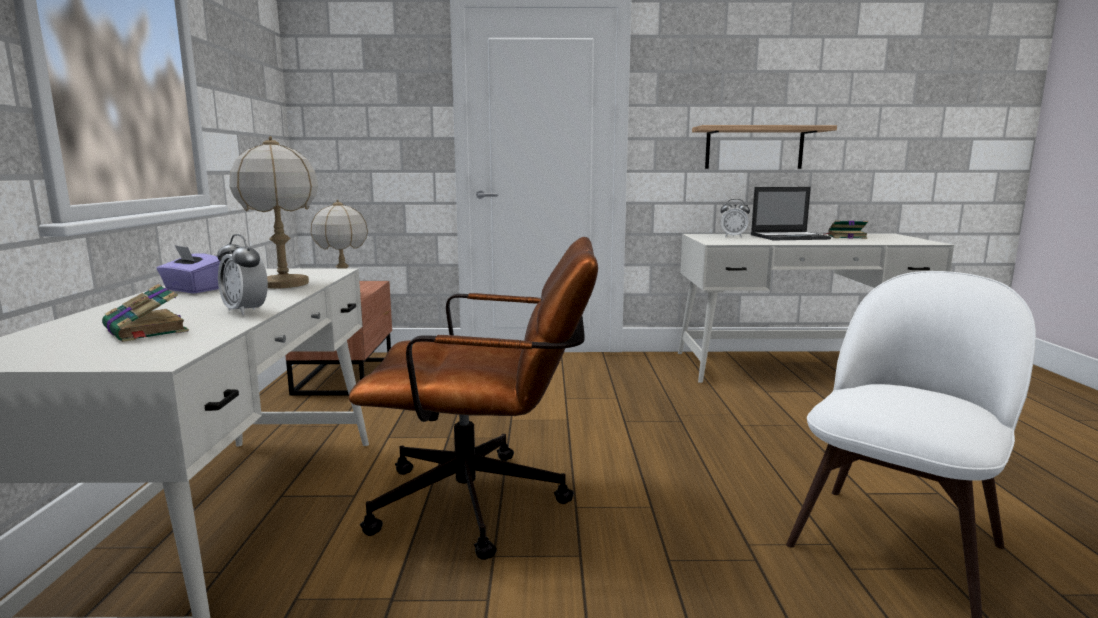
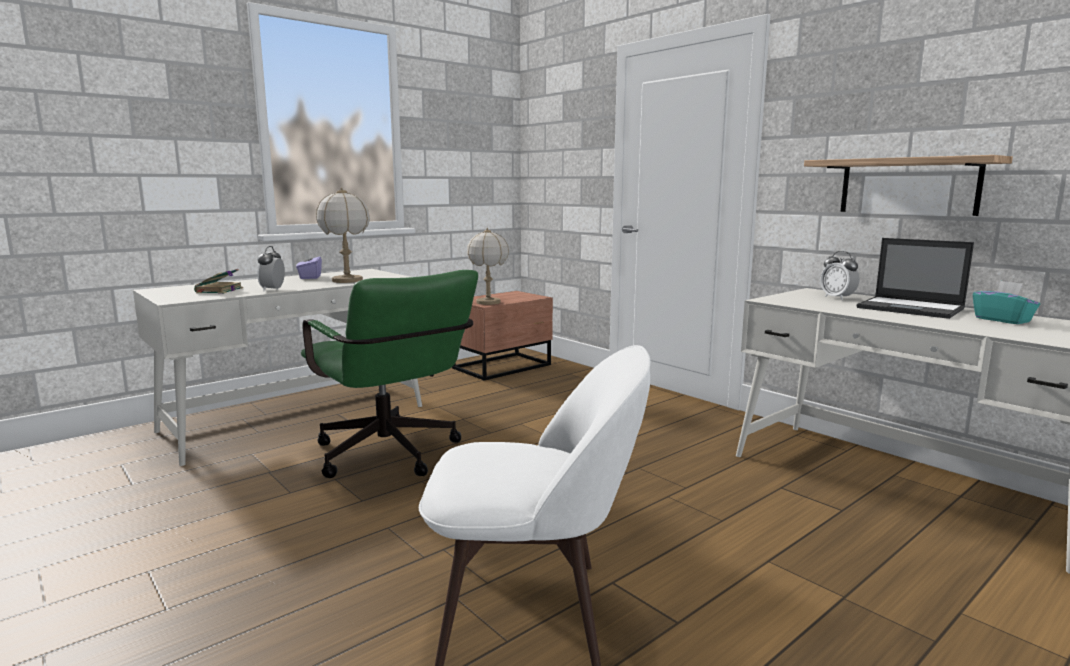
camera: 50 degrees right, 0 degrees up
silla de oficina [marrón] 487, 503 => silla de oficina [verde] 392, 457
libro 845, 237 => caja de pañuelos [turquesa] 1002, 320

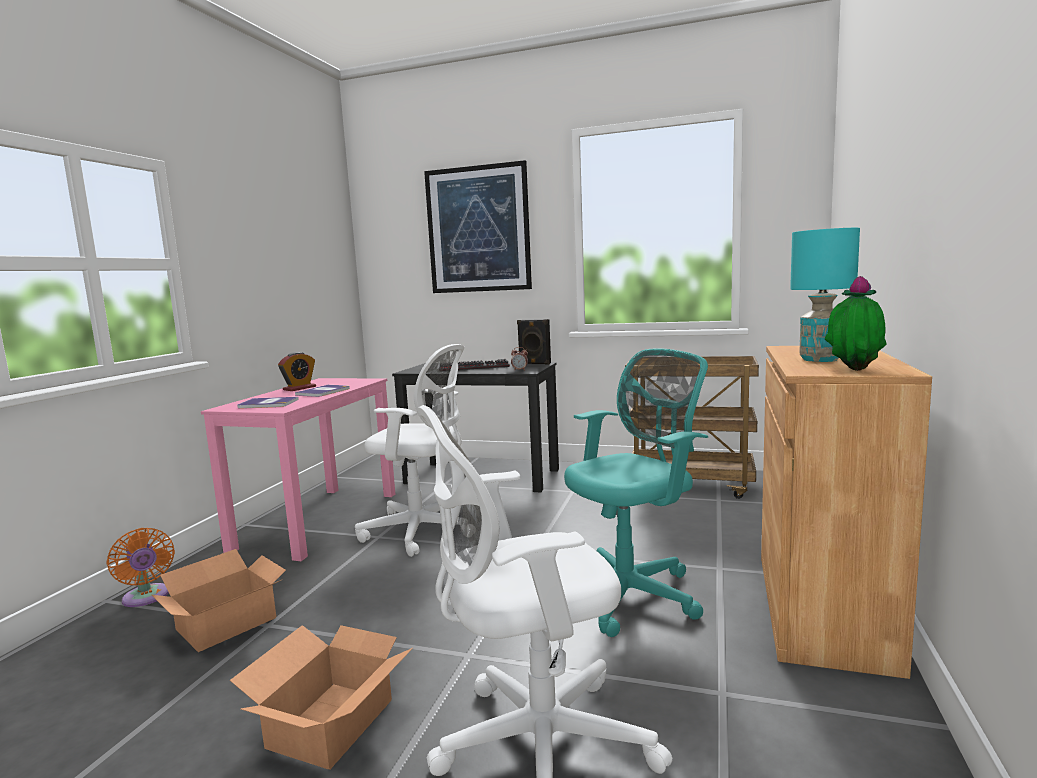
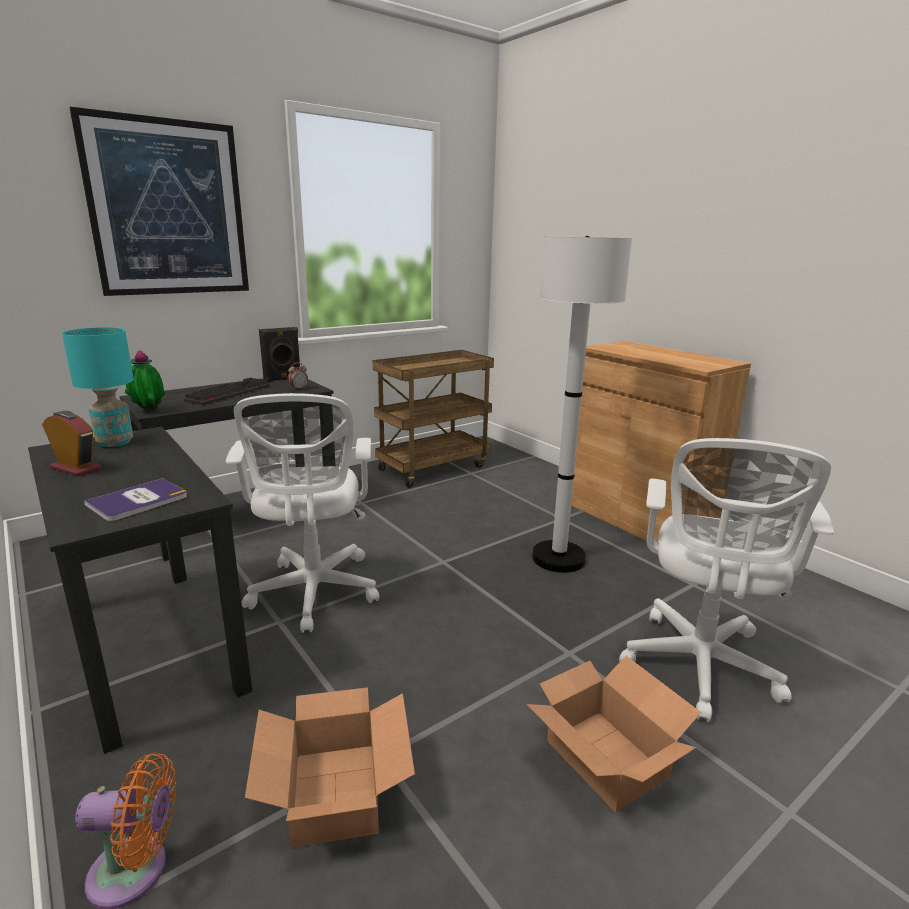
camera: 55 degrees left, 10 degrees up
escritorio [rosa] 318, 520 => escritorio [negro] 152, 645
despertador 299, 388 => despertador 76, 468, 45 degrees counterclockwise
lámpara de mesa [turquesa] 821, 360 => lámpara de mesa [turquesa] 116, 442, shifted
planta en maceta 853, 371 => planta en maceta 148, 411, shifted
silla de oficina [blanco] 422, 531 => silla de oficina [blanco] 314, 594, 120 degrees clockwise
silla de oficina [turquesa] 631, 594 => lámpara de pie [blanco] 558, 558
libro 323, 391 => nothing

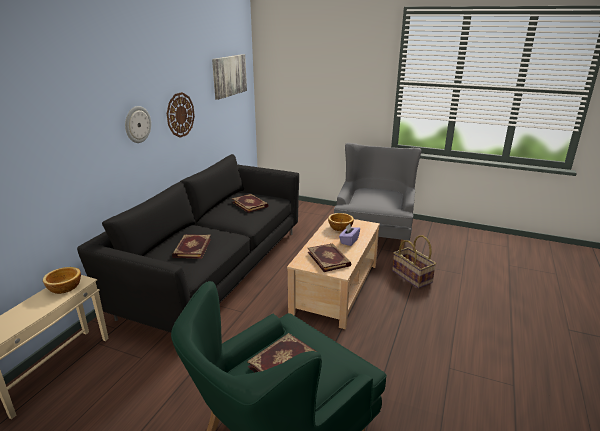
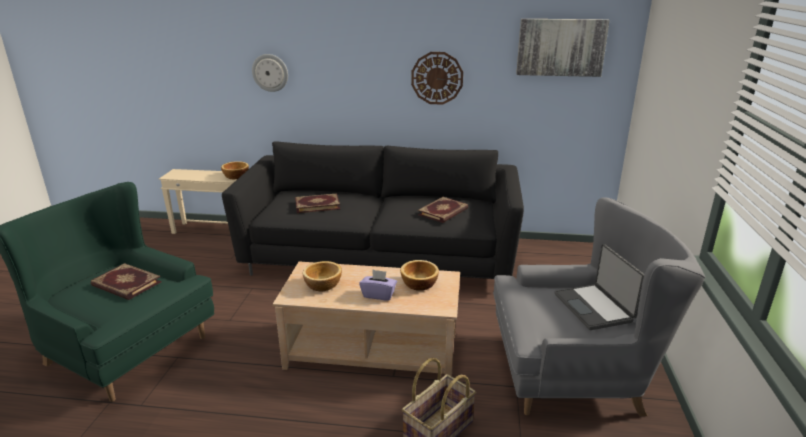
camera: 75 degrees right, 0 degrees up
reloj de pared 137, 124 => reloj de pared 270, 72, shifted
libro 329, 259 => cuenco 323, 285
nothing => portátil 594, 307

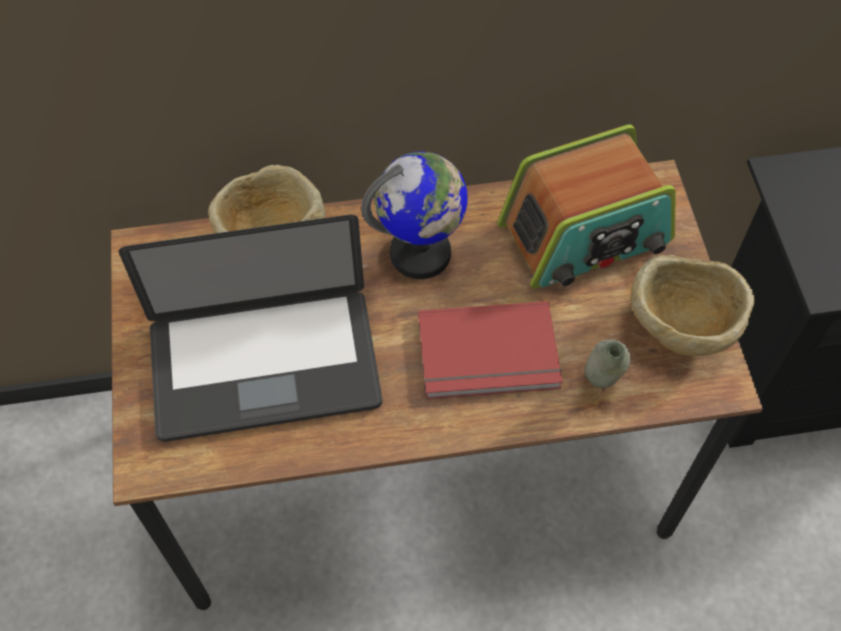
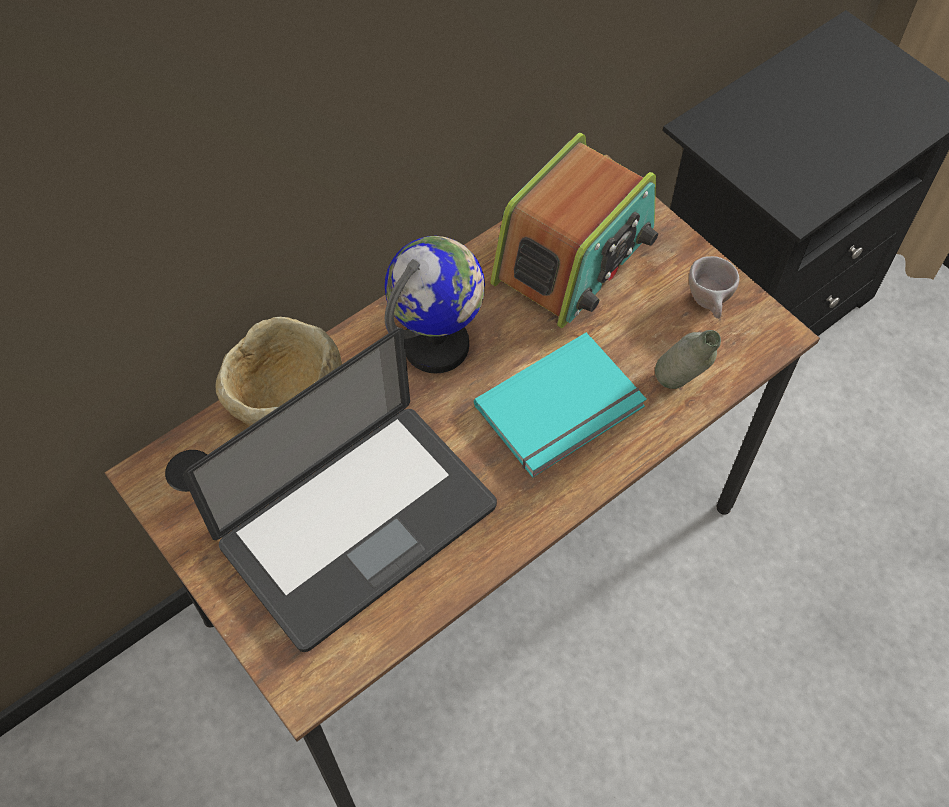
camera: 30 degrees left, 0 degrees up
libro [rojo] 489, 356 => libro [turquesa] 563, 409
cuenco [beis] 679, 330 => taza [beis] 709, 304

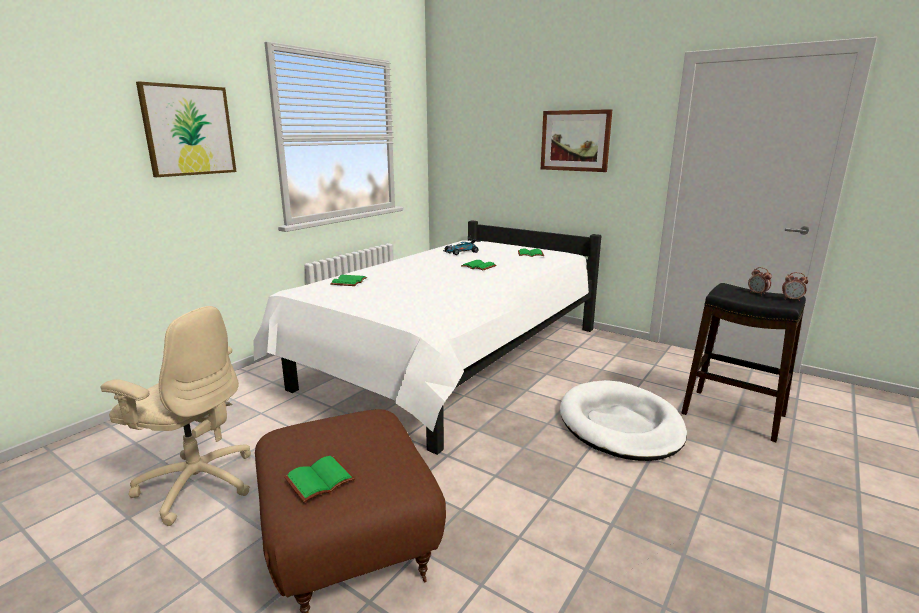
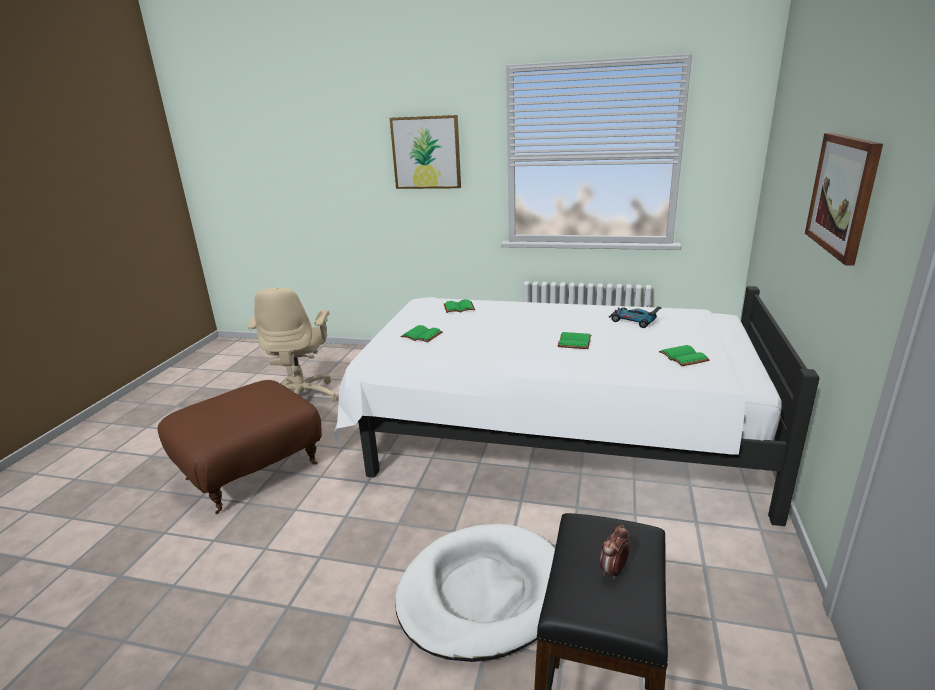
camera: 70 degrees right, 5 degrees up
libro [verde] 319, 481 => libro [verde] 420, 336, shifted
despertador 792, 299 => nothing

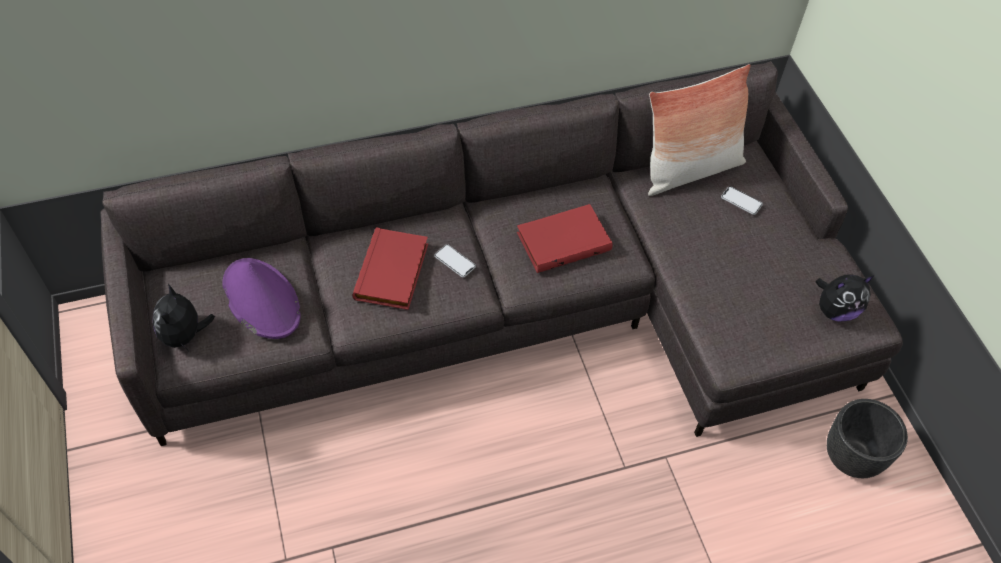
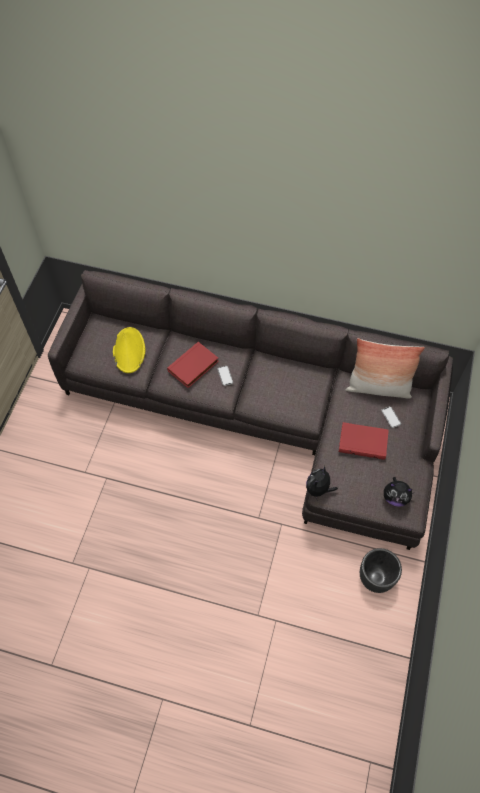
camera: 35 degrees right, 5 degrees up
sombrero [morado] 261, 299 => sombrero [amarillo] 129, 350
peluche 185, 335 => peluche 318, 489, shifted
libro [rojo] 563, 240 => libro [rojo] 363, 441, shifted

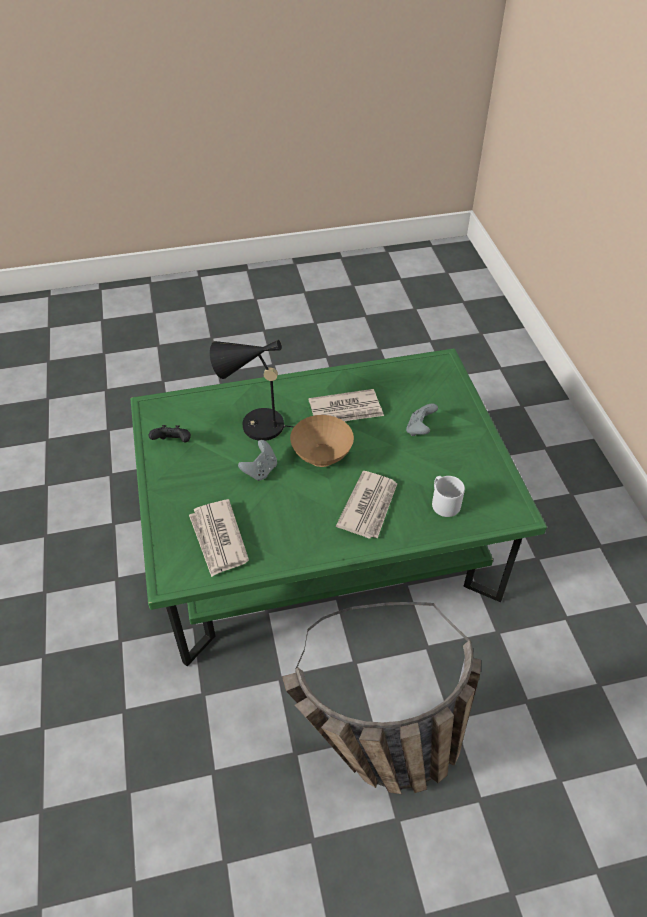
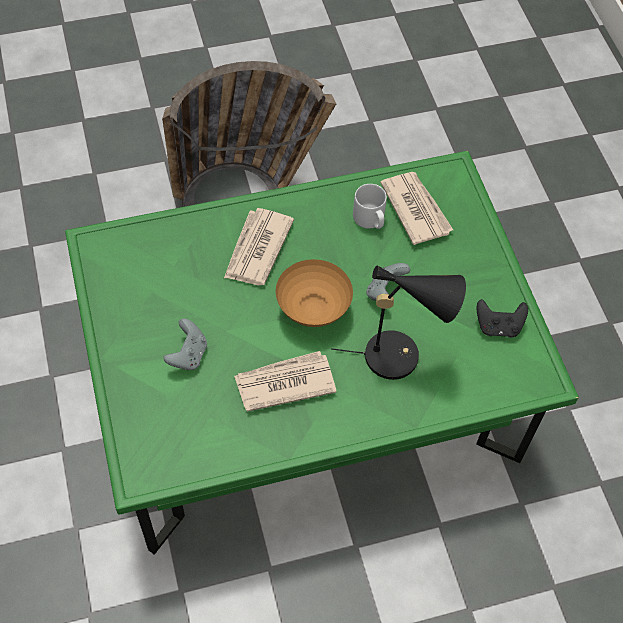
camera: 175 degrees right, 10 degrees up
taza grande [gris] 444, 503 => taza grande [gris] 370, 220, shifted

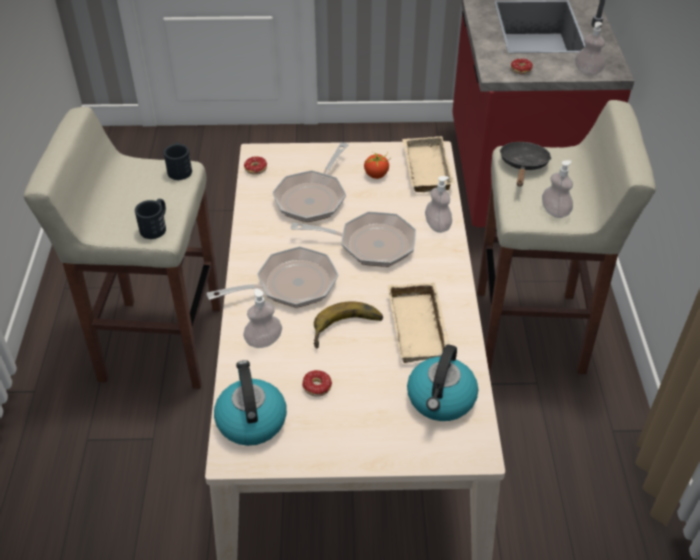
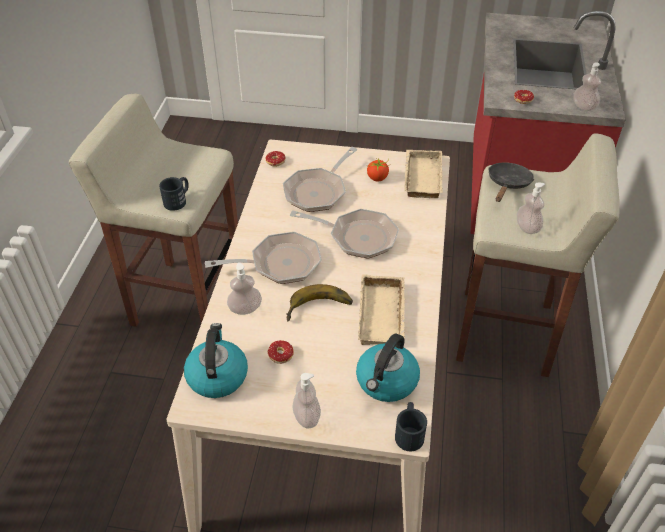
camera: 10 degrees right, 0 degrees up
dispensador de jabón 437, 226 => dispensador de jabón 306, 416, shifted
taza grande [negro] 179, 168 => taza grande [negro] 409, 432, shifted

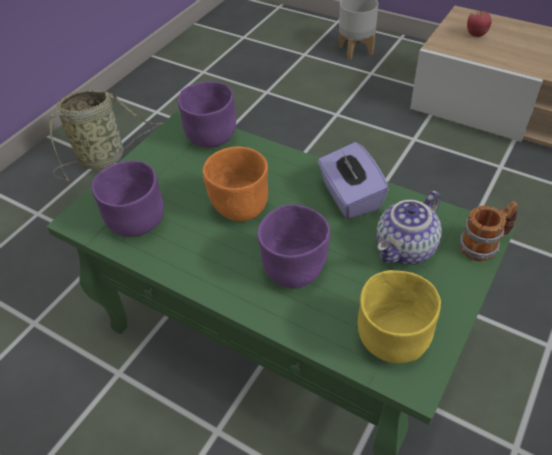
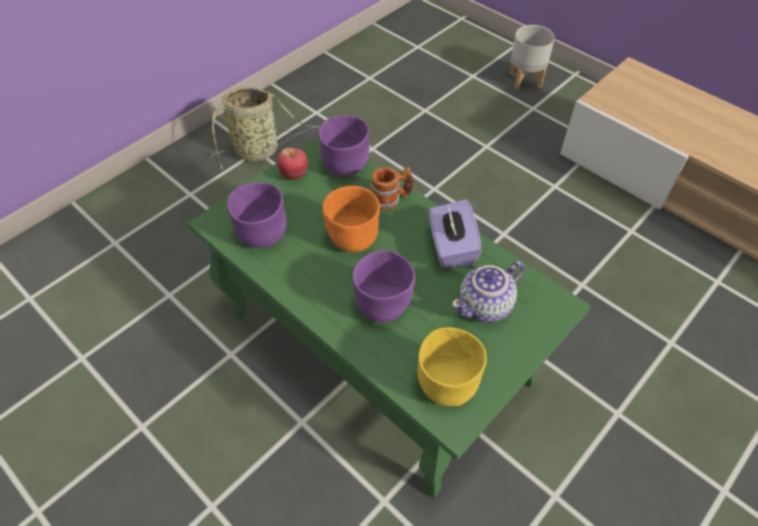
camera: 10 degrees right, 5 degrees up
manzana 476, 34 => manzana 294, 175, shifted
taza grande 484, 245 => taza grande 391, 199, shifted

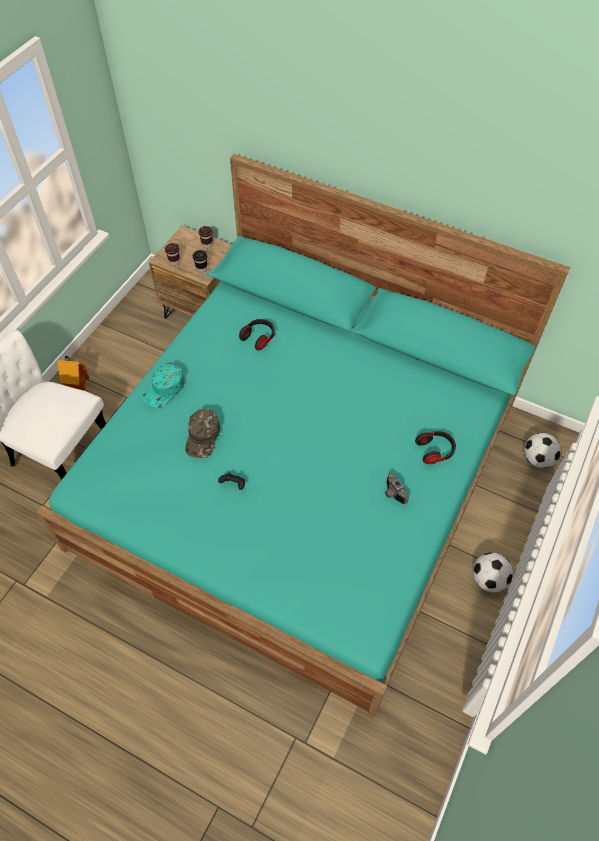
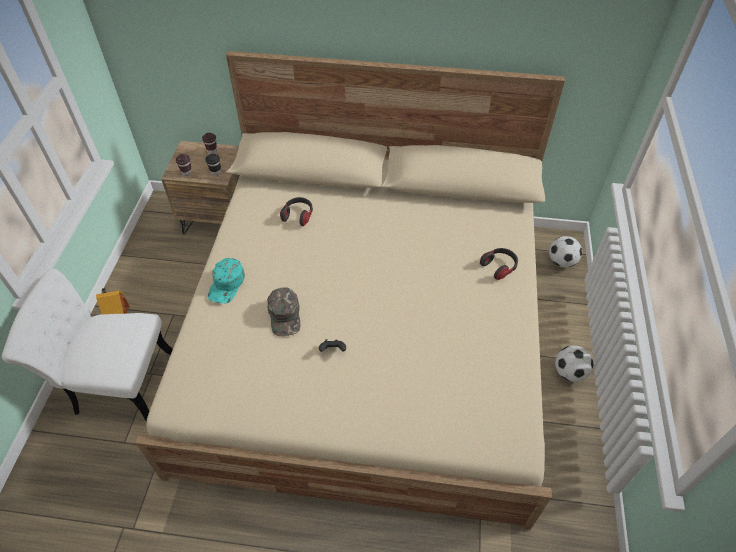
camera: 20 degrees left, 5 degrees down
cama [turquesa] 300, 475 => cama [beis] 368, 335
cámara 392, 494 => nothing

